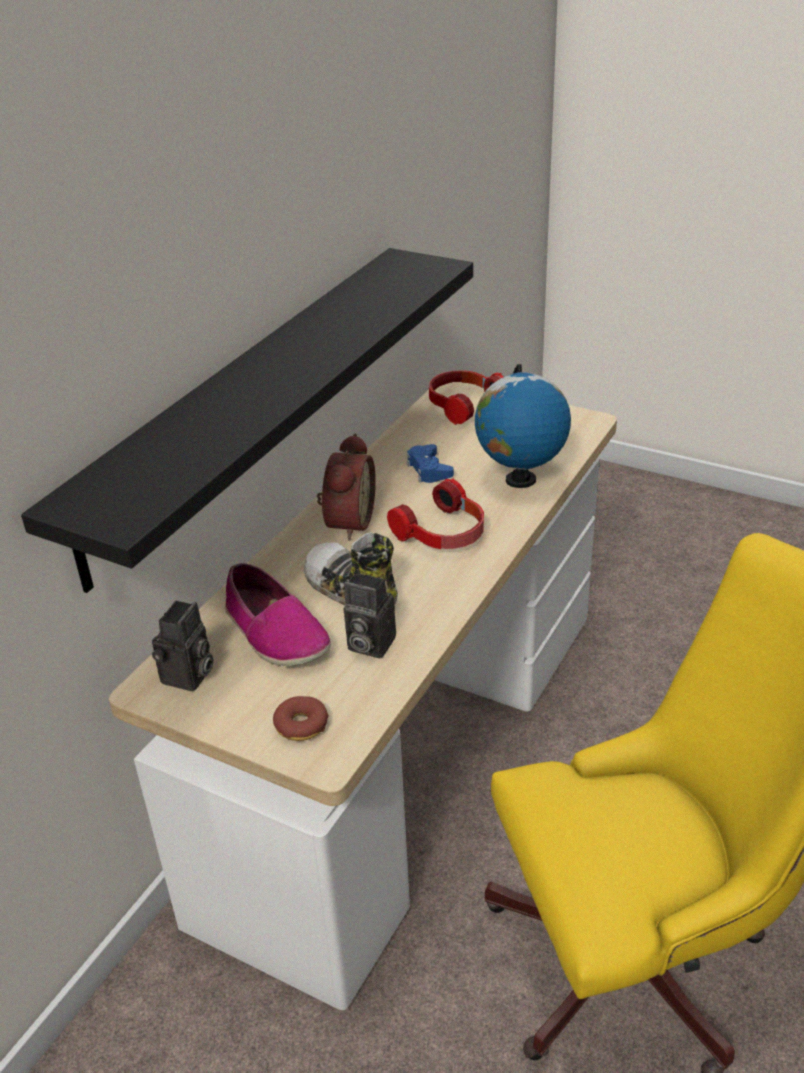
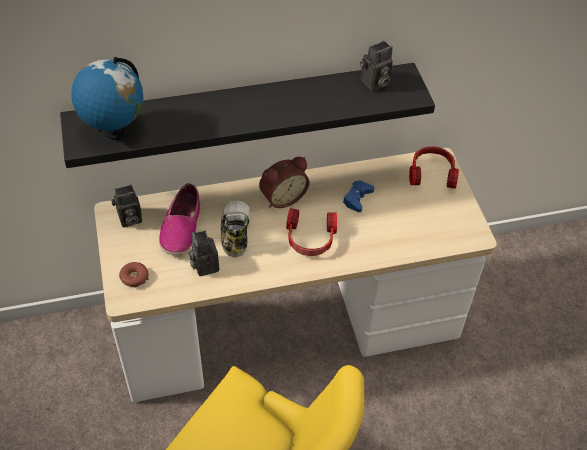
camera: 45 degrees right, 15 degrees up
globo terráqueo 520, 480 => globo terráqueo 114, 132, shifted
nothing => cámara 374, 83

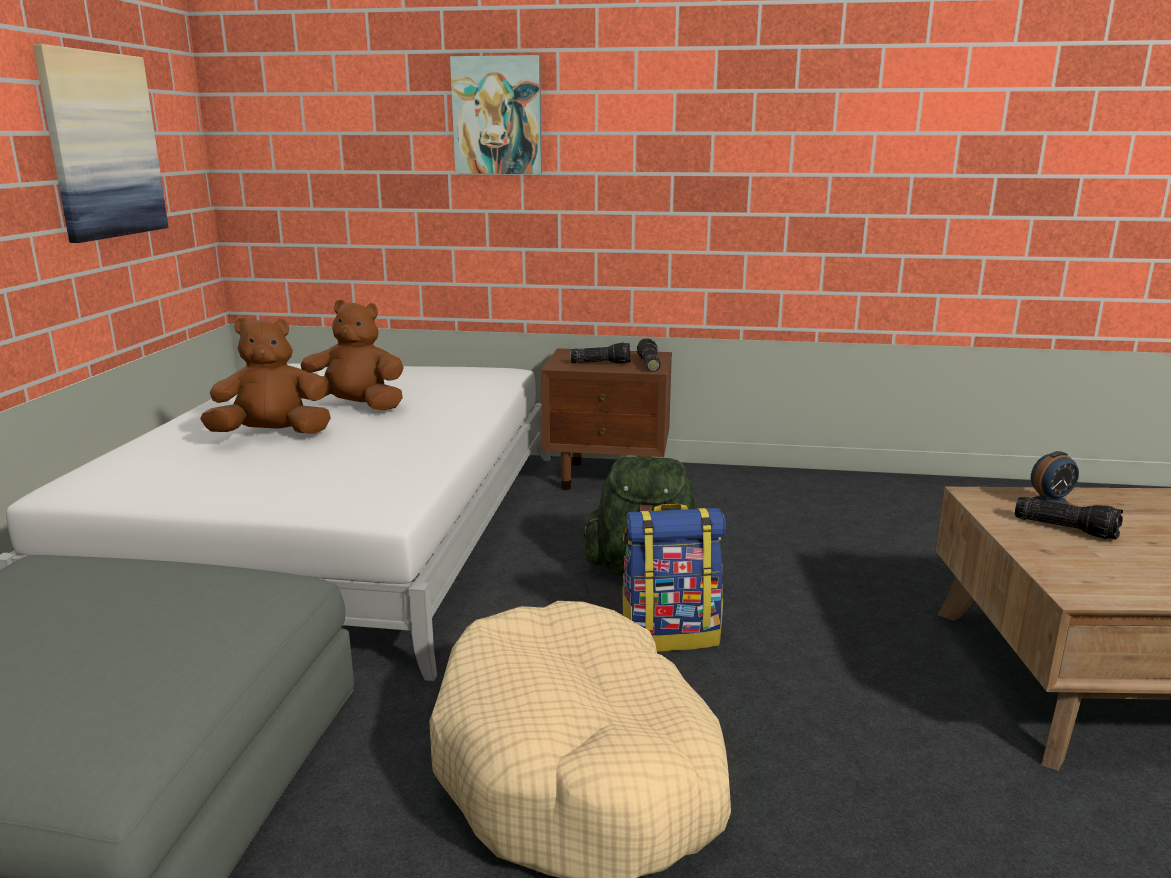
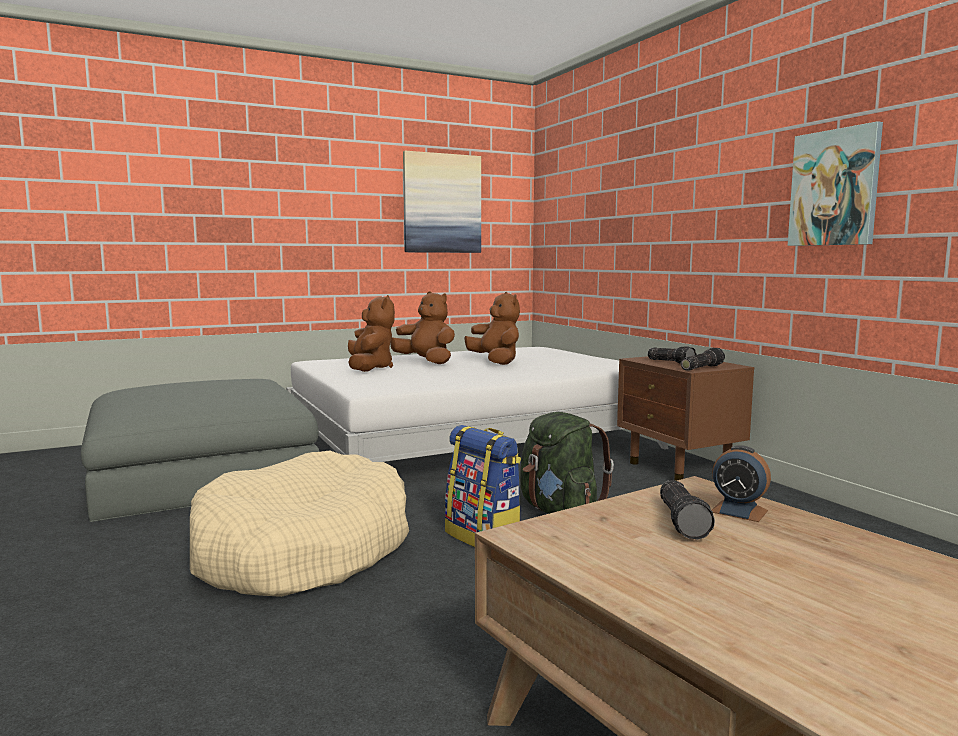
camera: 55 degrees right, 10 degrees down
nothing => peluche [marrón] 370, 368
cuadro 497, 116 => cuadro 834, 188, shifted

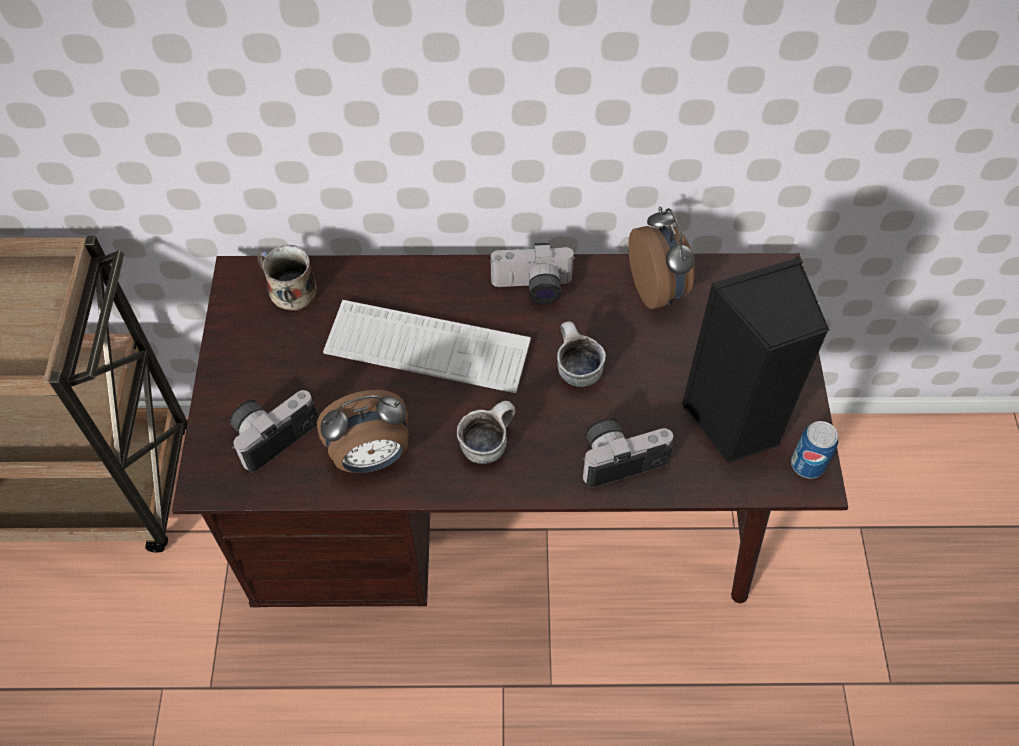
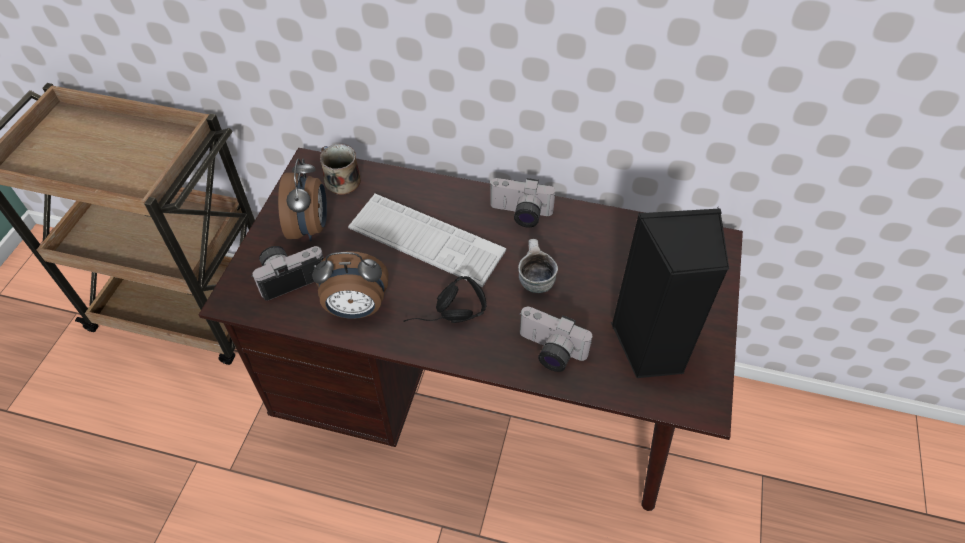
camera: 15 degrees right, 5 degrees down
despertador 658, 289 => despertador 310, 227, shifted
taza grande 487, 443 => auriculares [negro] 447, 318
cámara 620, 455 => cámara 549, 352, 150 degrees counterclockwise
lata 807, 464 => nothing

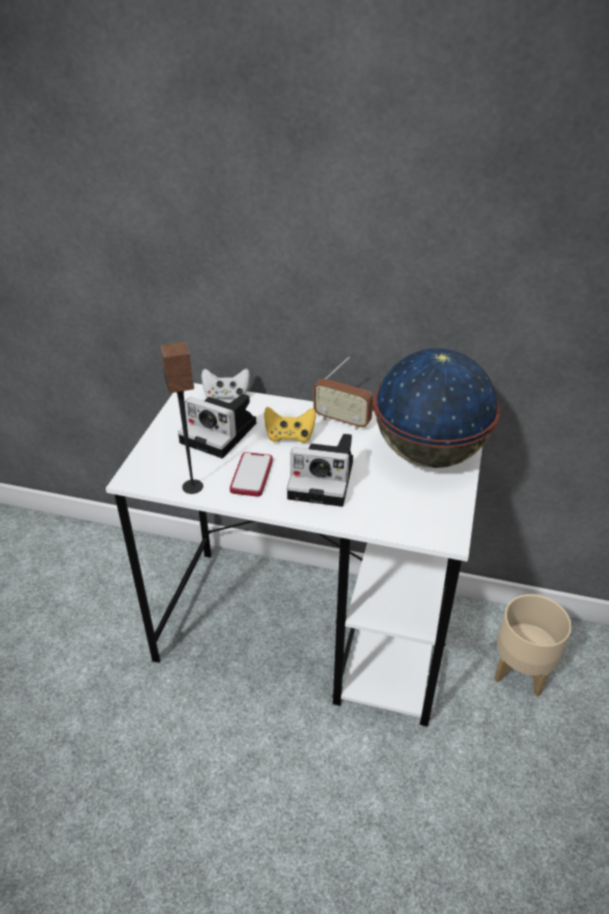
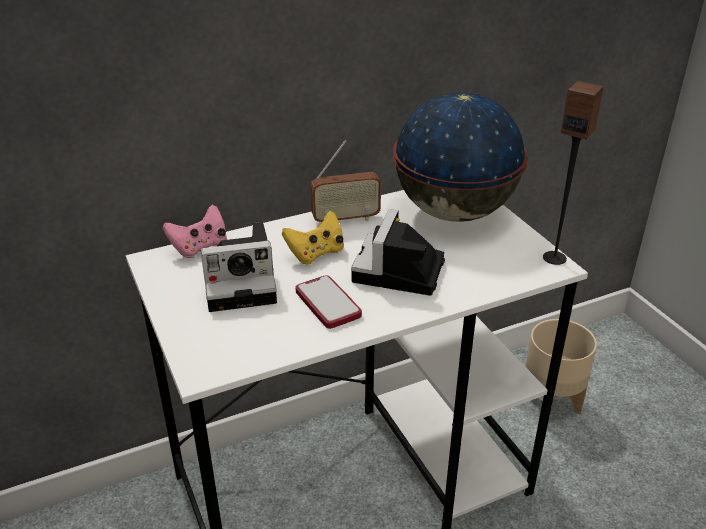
camera: 40 degrees left, 5 degrees down
mando de consola [blanco] 226, 396 => mando de consola [rosa] 199, 247
cámara 324, 479 => cámara 399, 273, 135 degrees clockwise
altavoz 193, 486 => altavoz 554, 258, shifted

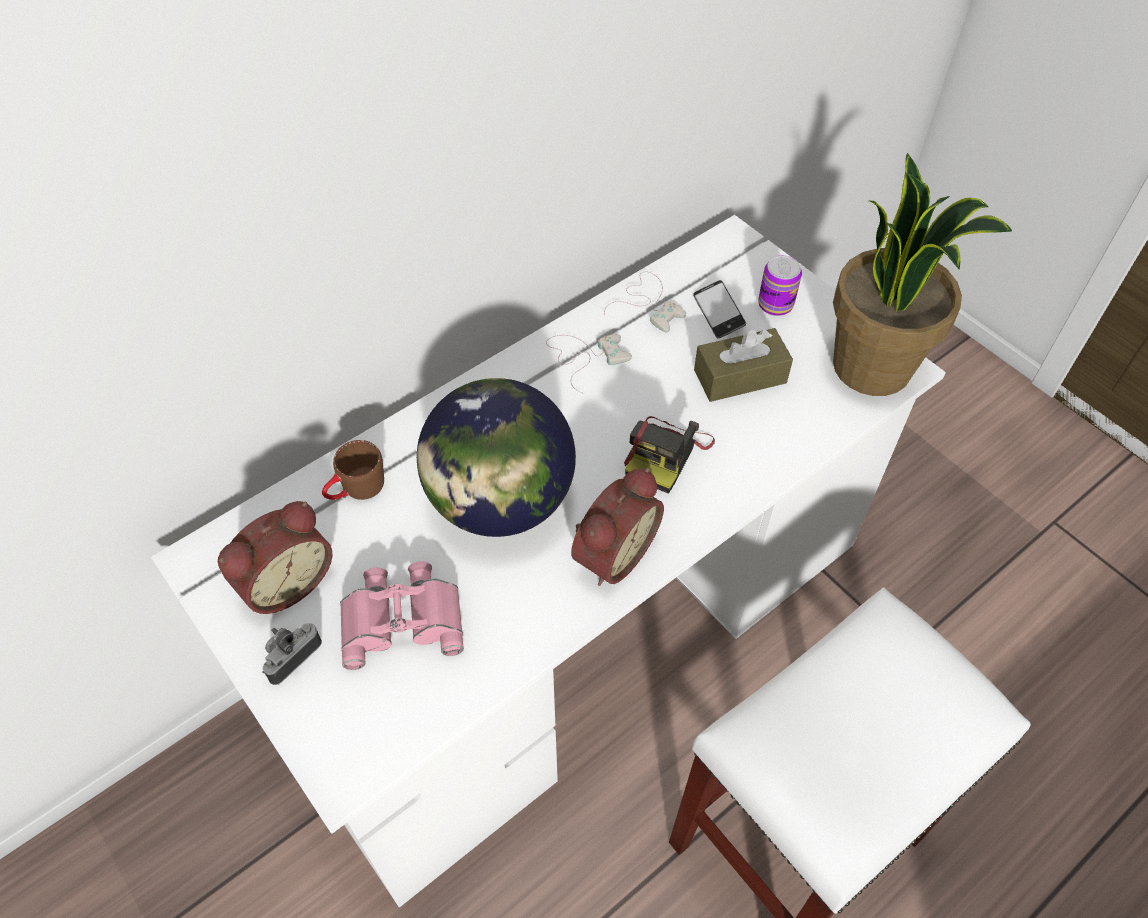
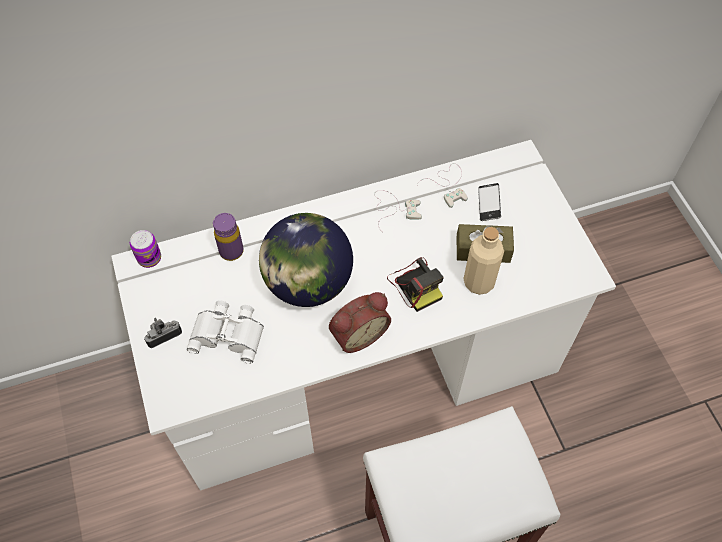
camera: 20 degrees right, 5 degrees up
lata 775, 304 => lata 149, 258, shifted
prismáticos [rosa] 402, 618 => prismáticos [blanco] 229, 333
taza grande [marrón] 356, 490 => botella [morado] 231, 251
cámara 666, 454 => cámara 415, 285, 75 degrees counterclockwise
nothing => botella [beis] 479, 282
despertador 285, 581 => nothing
planta en maceta 874, 366 => nothing

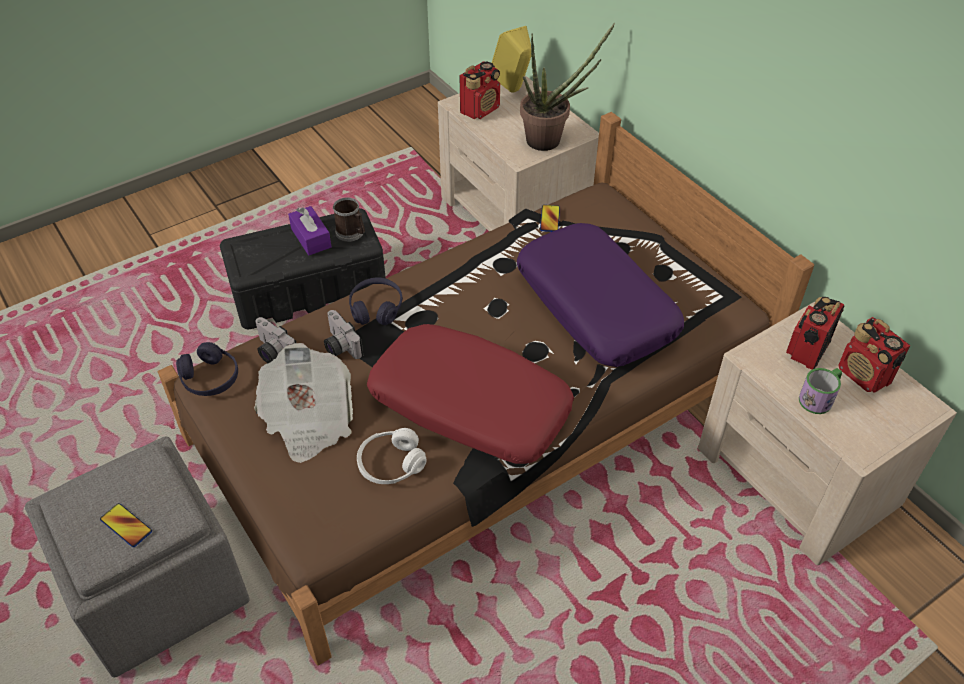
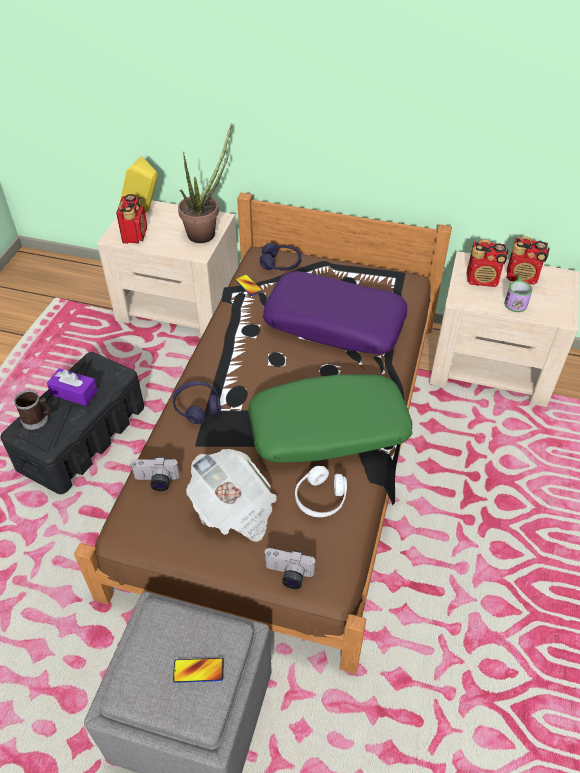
camera: 40 degrees left, 0 degrees up
taza grande 352, 233 => taza grande 38, 419, shifted
cojín [rojo] 469, 407 => cojín [verde] 328, 430
auriculares [morado] 210, 378 => auriculares [morado] 280, 264, shifted
cámara 339, 346 => cámara 288, 575, shifted
radio 807, 351 => radio 482, 280, 75 degrees counterclockwise

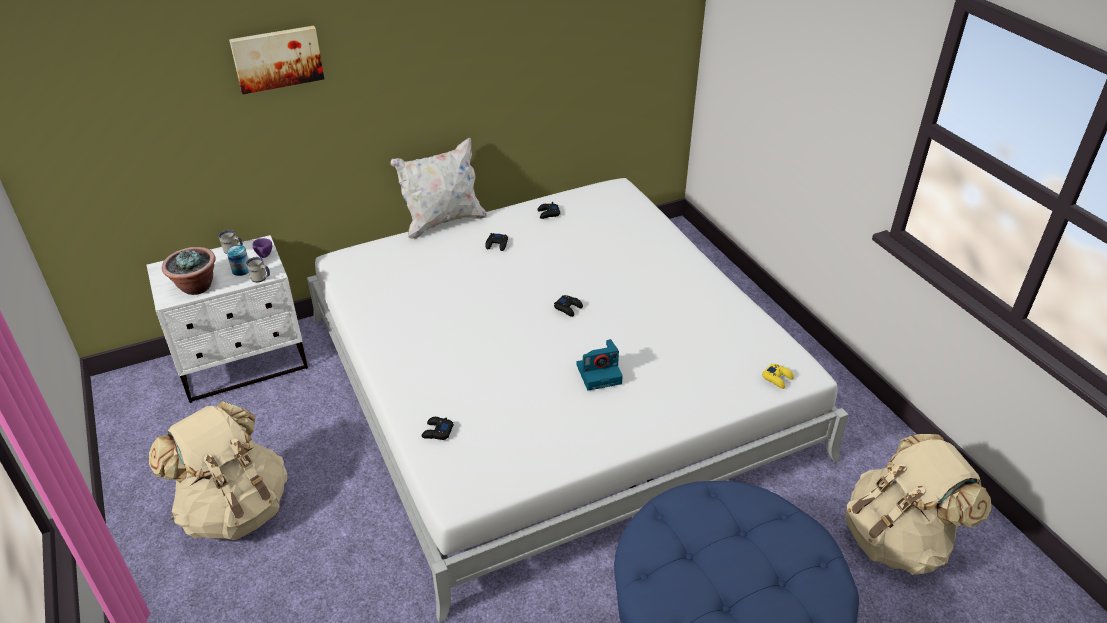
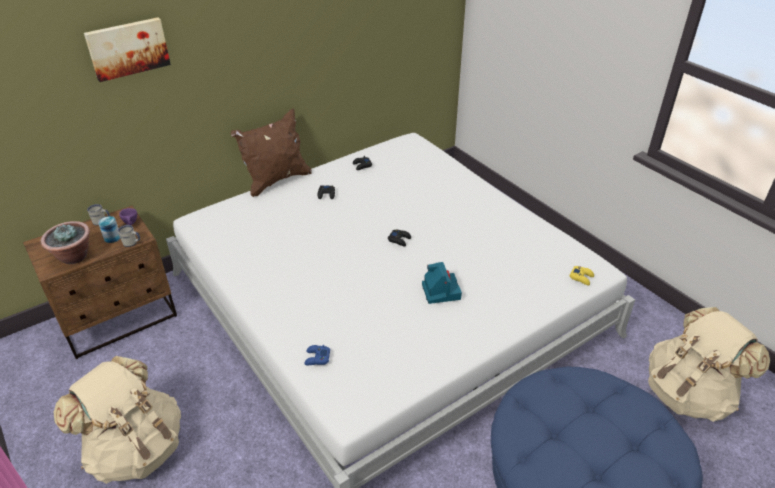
camera: 10 degrees left, 0 degrees up
mesita de noche [blanco] 244, 363 => mesita de noche [marrón] 119, 318
cojín [blanco] 443, 222 => cojín [marrón] 276, 180
mando de consola [negro] 437, 432 => mando de consola [azul] 317, 358
cámara 599, 373 => cámara 440, 291, 75 degrees counterclockwise

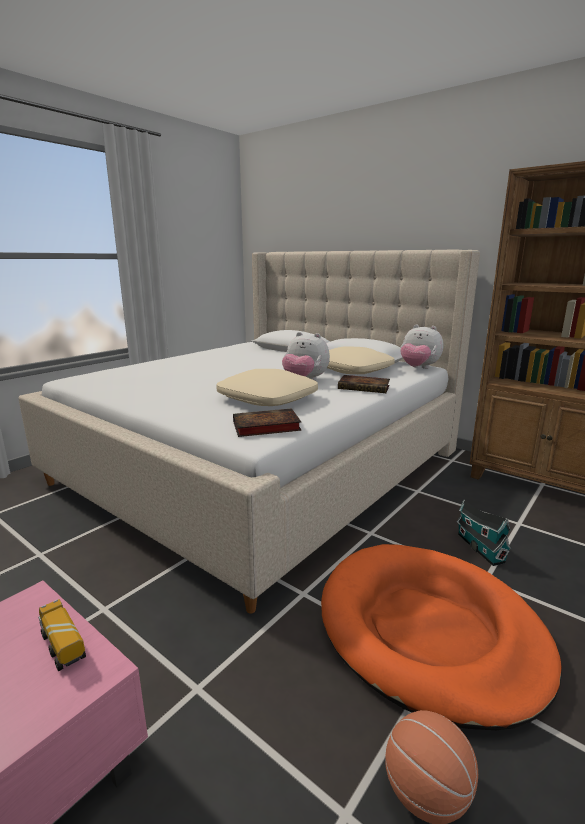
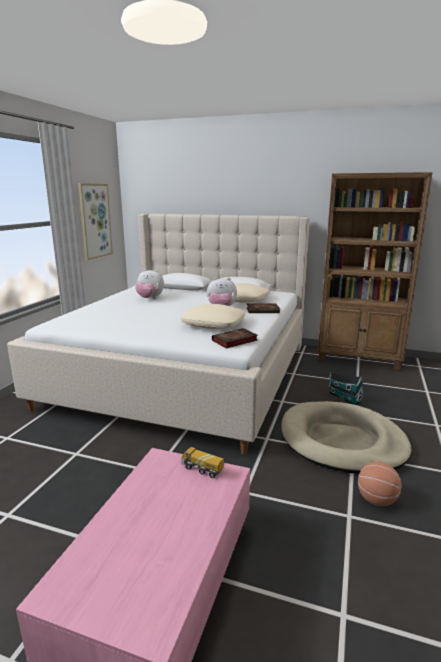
camera: 20 degrees left, 0 degrees up
nothing => cuadro 95, 221
peluche 418, 368 => peluche 149, 298, shifted
cama para perro [naranja] 429, 631 => cama para perro [beis] 342, 441

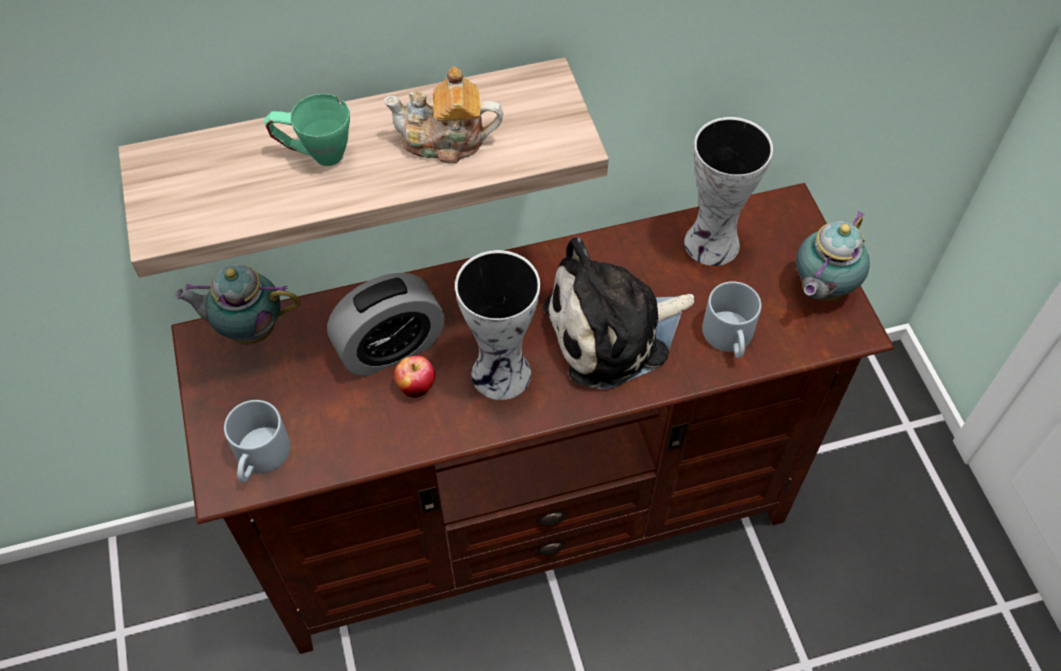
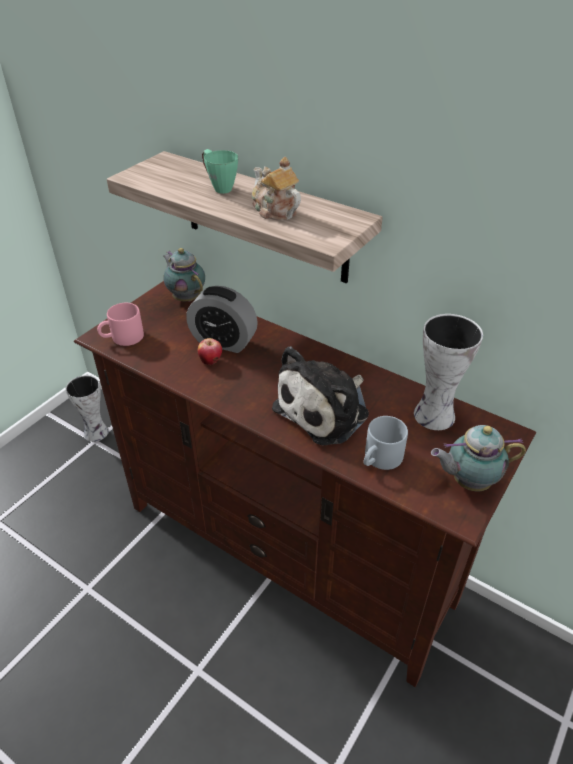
camera: 50 degrees right, 15 degrees down
florero 504, 375 => florero 96, 433, shifted
taza grande [gris] 260, 458 => taza grande [rosa] 122, 338
peluche 614, 331 => peluche 325, 410, 75 degrees counterclockwise

